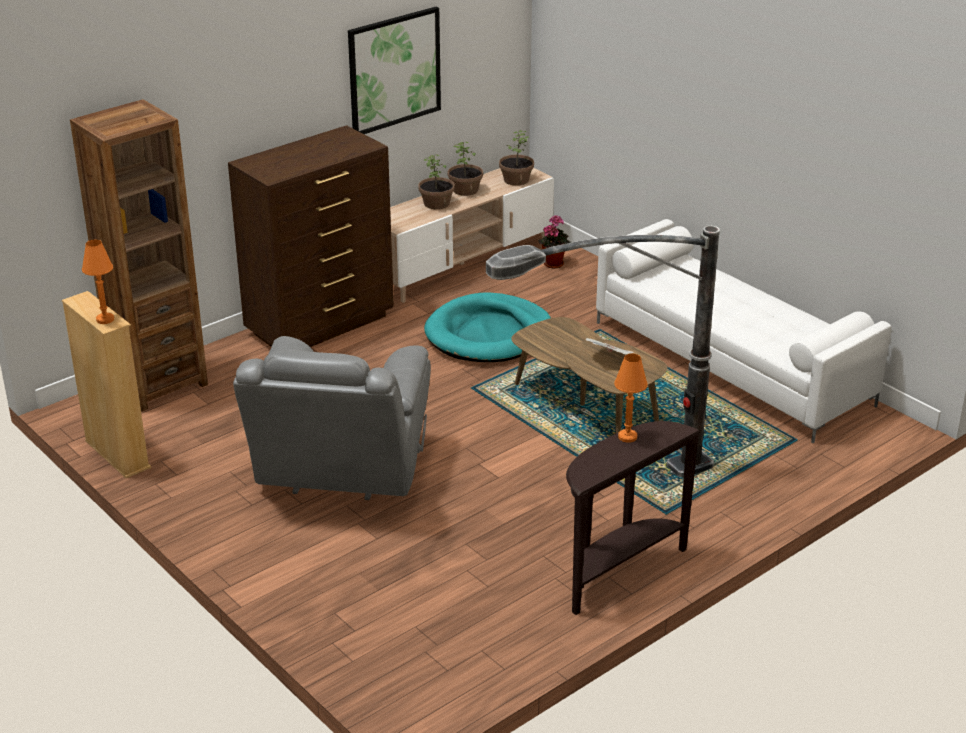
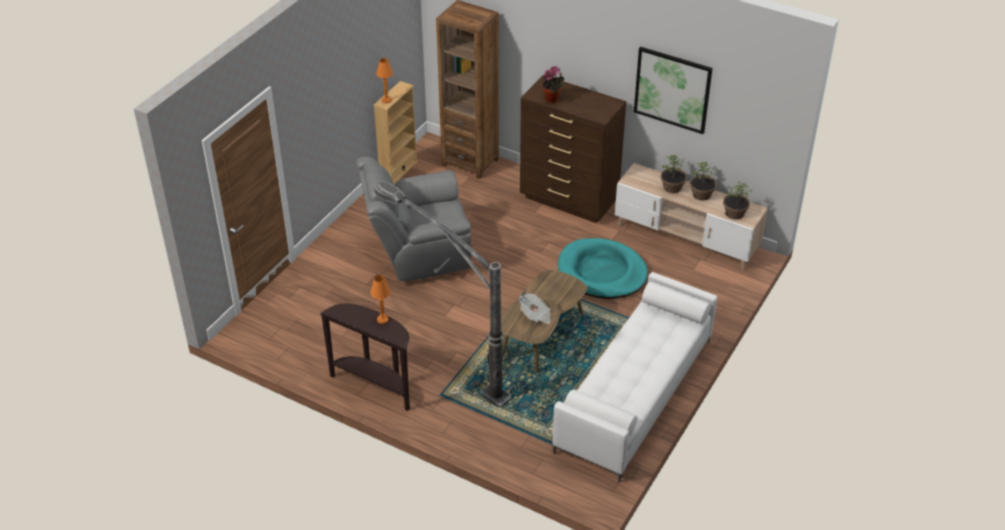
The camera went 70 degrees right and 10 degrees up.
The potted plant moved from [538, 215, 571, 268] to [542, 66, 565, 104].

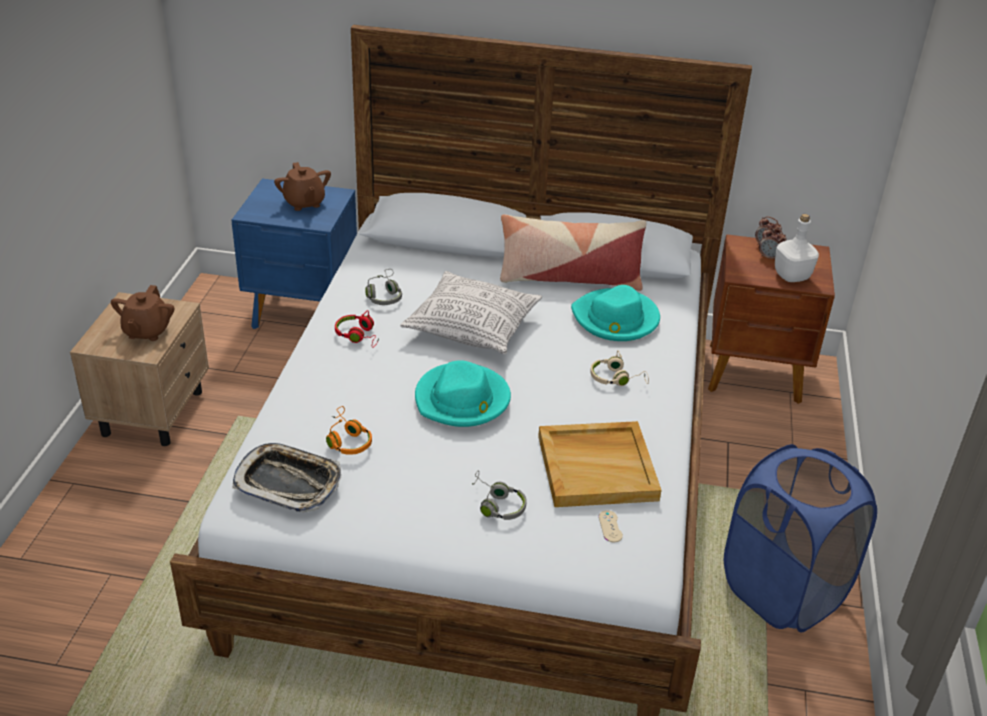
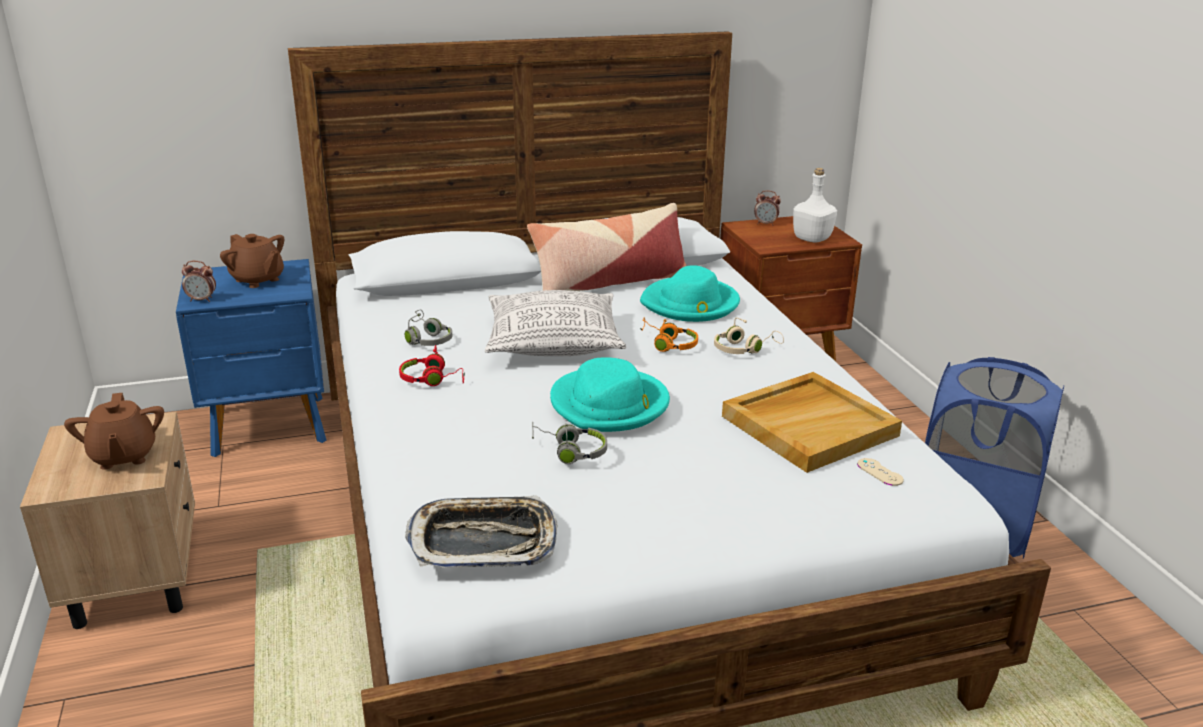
The camera went 25 degrees left and 10 degrees down.
The alarm clock moved from [759, 228, 786, 260] to [182, 261, 216, 302].
The orange headphones moved from [326, 406, 372, 455] to [641, 317, 698, 352].
The grey headphones moved from [472, 470, 527, 520] to [532, 422, 607, 464].

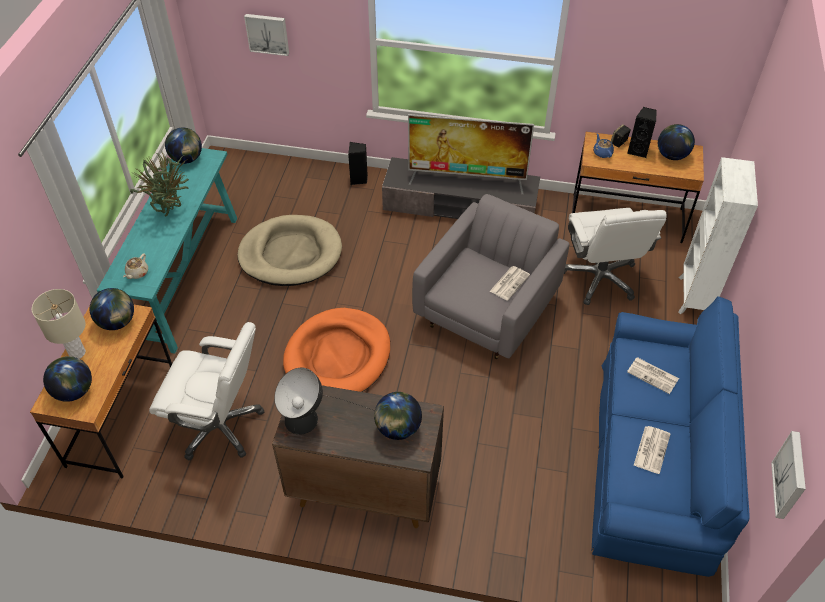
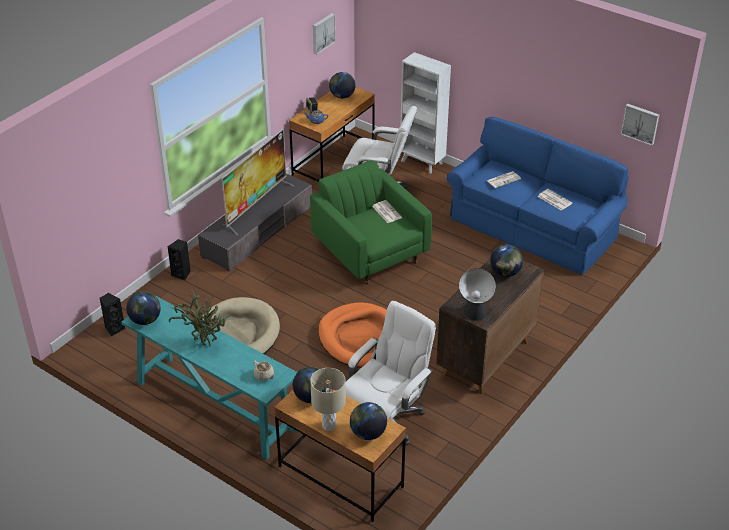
The camera went 65 degrees left and 10 degrees down.
The picture moved from [244, 14, 289, 56] to [313, 13, 336, 55].
The black speaker moved from [627, 107, 657, 158] to [100, 293, 126, 337].
The grey armchair at [412, 194, 570, 359] became the green armchair at [310, 160, 432, 284].

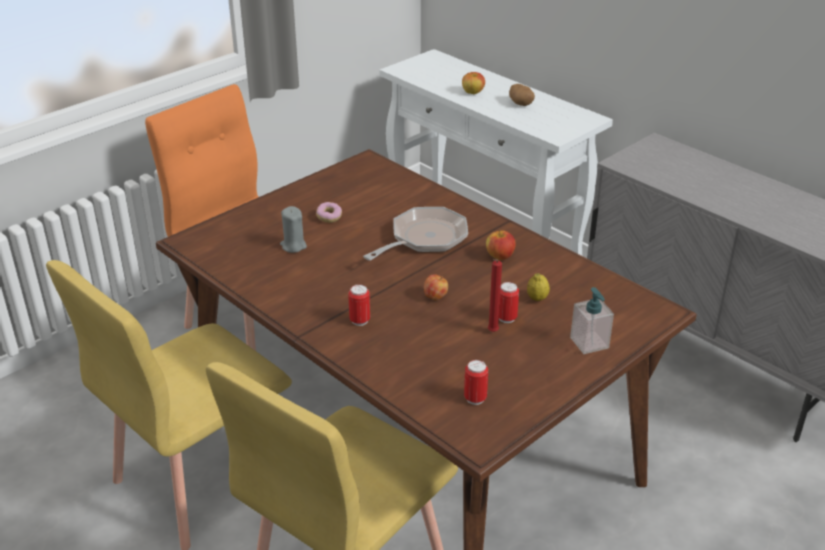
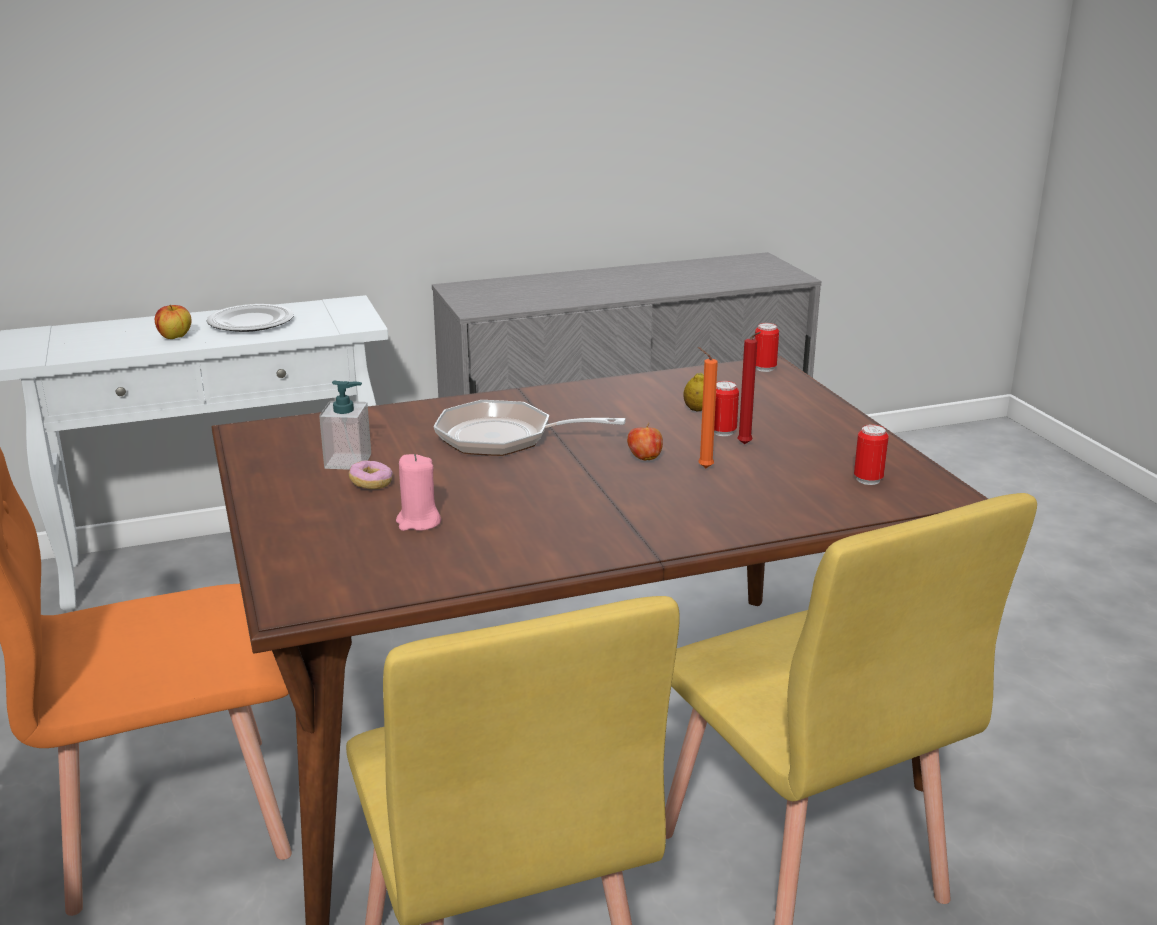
The camera went 65 degrees left and 10 degrees down.
The potato at [509, 84, 535, 106] was replaced by the plate at [207, 304, 294, 332].
The grey candle at [280, 206, 307, 253] became the pink candle at [396, 454, 441, 531].
The frying pan at [363, 207, 468, 260] turned 60 degrees counterclockwise.
The apple at [486, 230, 516, 260] disappeared.
The can moved from [348, 284, 370, 326] to [755, 323, 779, 372].
The soap dispenser moved from [570, 287, 614, 354] to [319, 381, 371, 470].
The orange candle at [698, 347, 718, 468] appeared.

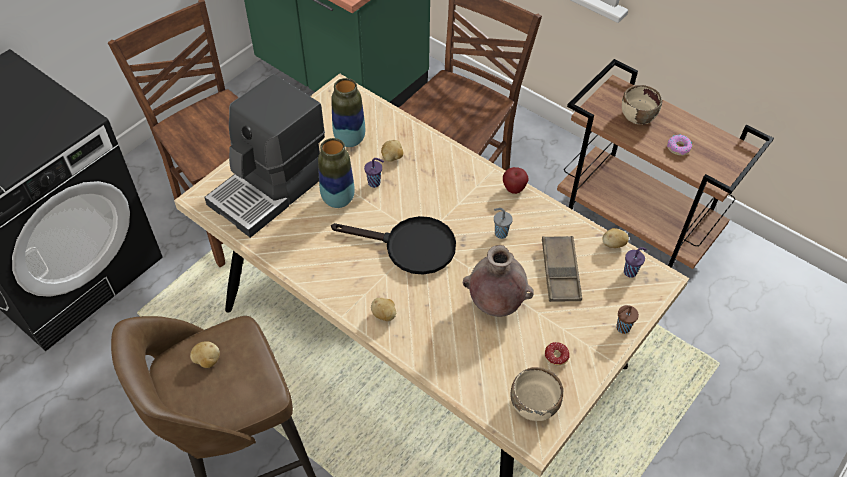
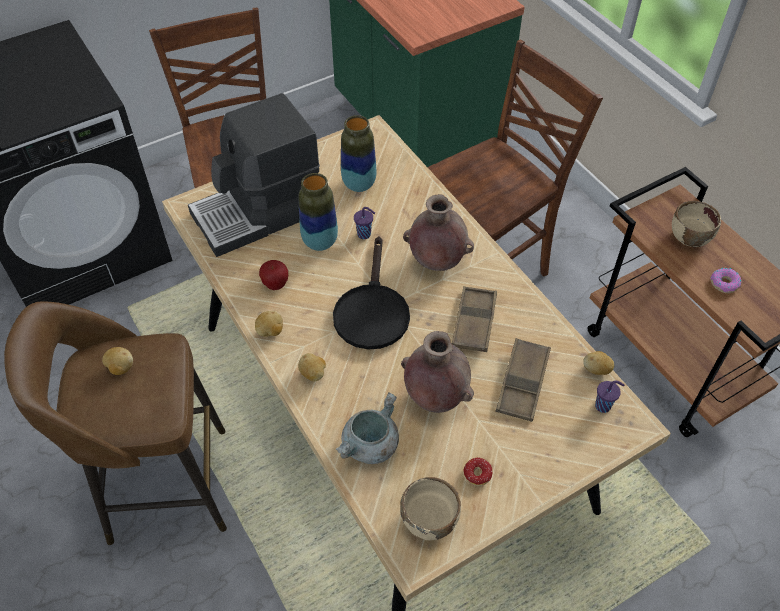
The camera went 20 degrees right and 0 degrees up.
The potato moved from [381, 140, 403, 162] to [255, 311, 283, 337].
The apple moved from [503, 167, 528, 194] to [259, 260, 288, 290].
The grey cup at [494, 208, 513, 239] was replaced by the brown tray at [452, 286, 497, 352].
The black frying pan at [331, 216, 456, 275] turned 60 degrees clockwise.
The brown cup at [616, 305, 639, 334] disappeared.
The brown vase at [403, 194, 474, 271] appeared.
The grey cooking pot at [336, 392, 399, 464] appeared.

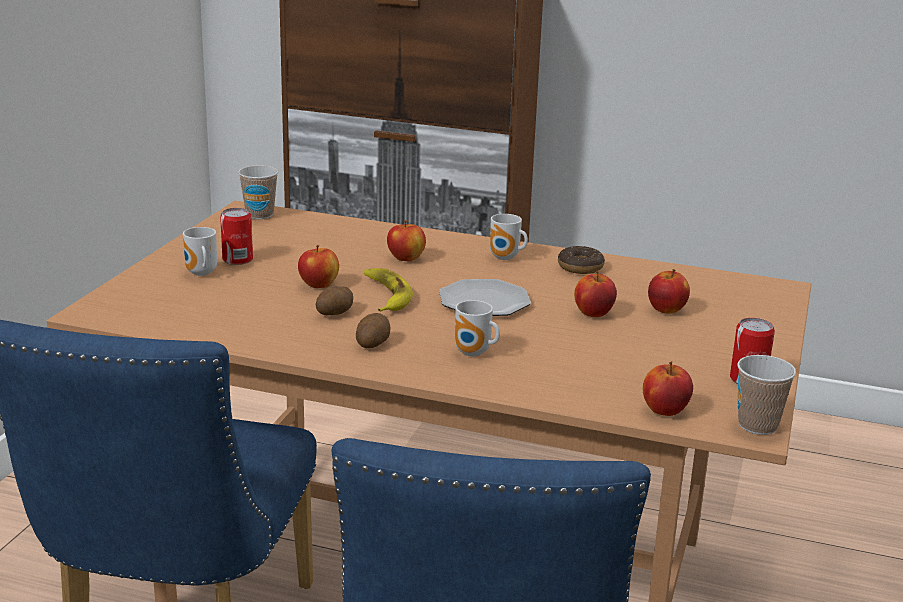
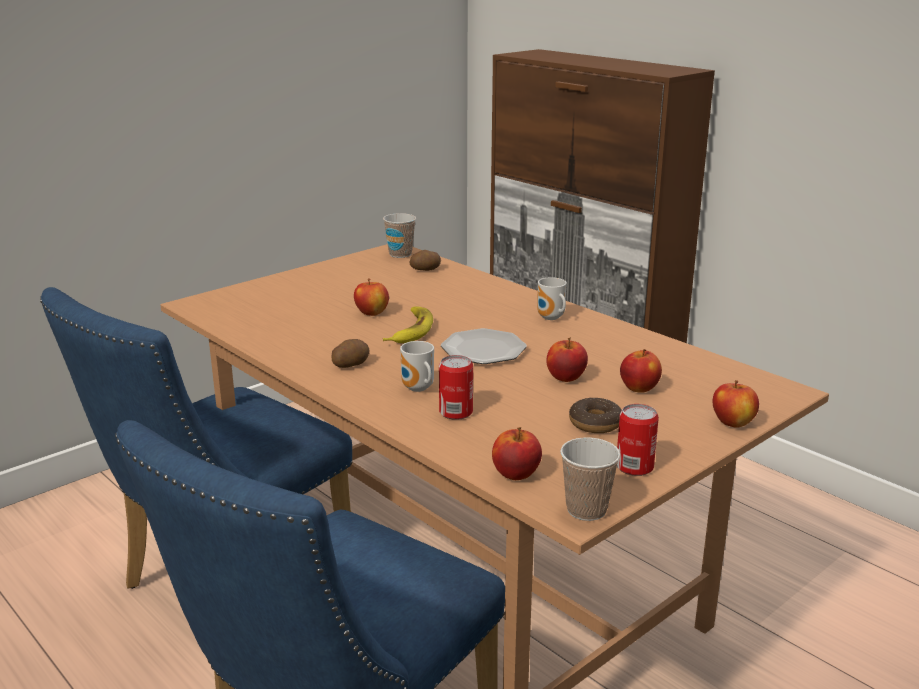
The camera went 30 degrees right and 0 degrees up.
The can moved from [220, 208, 253, 265] to [439, 355, 473, 420].
The apple moved from [387, 220, 426, 261] to [713, 380, 759, 428].
The mug at [183, 227, 217, 276] disappeared.
The donut moved from [558, 246, 605, 274] to [569, 398, 622, 433].
The potato moved from [316, 286, 353, 315] to [409, 250, 441, 271].

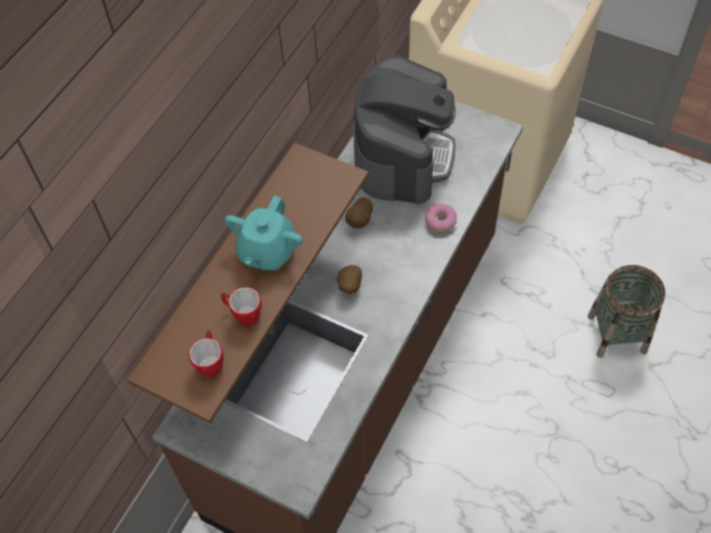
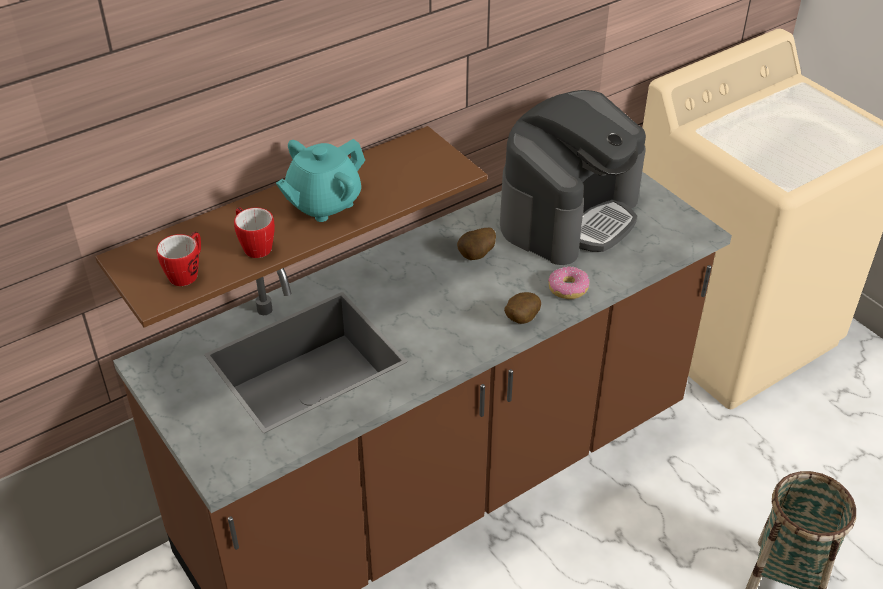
The camera went 25 degrees right and 15 degrees down.
The potato moved from [337, 265, 362, 294] to [504, 292, 541, 324].

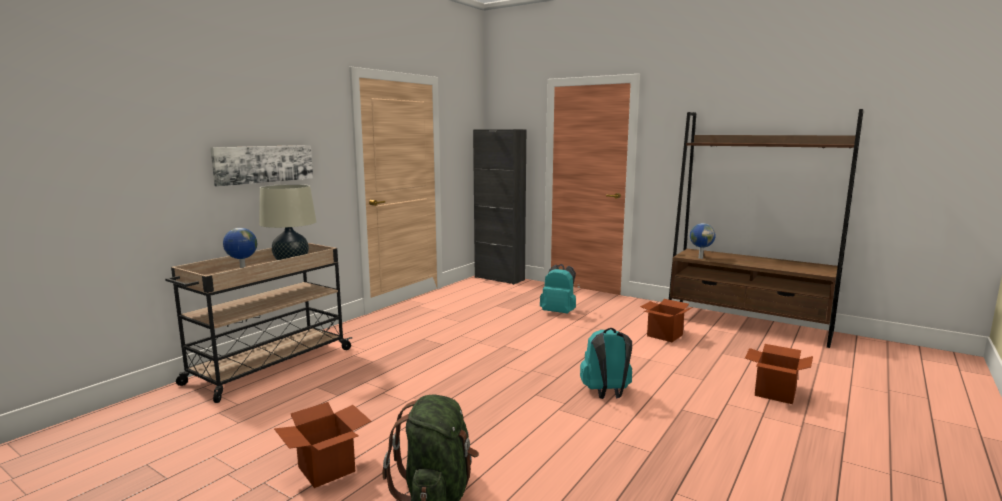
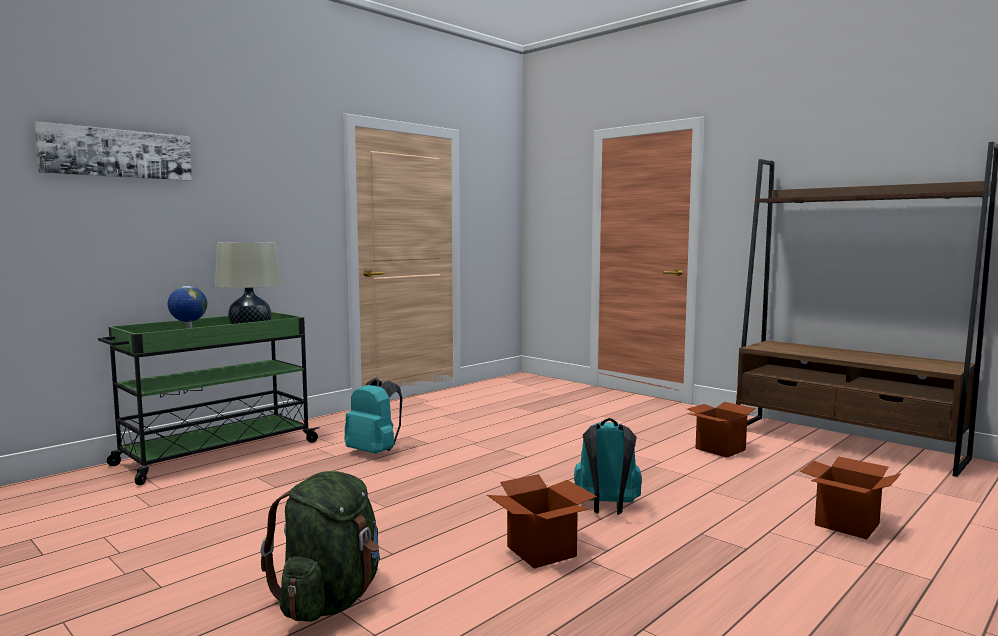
The camera went 10 degrees right and 5 degrees down.
The black cabinet at [473, 129, 526, 285] disappeared.
The picture moved from [210, 145, 313, 187] to [34, 121, 192, 181].
The globe at [690, 223, 716, 259] disappeared.
The beige cart at [165, 243, 352, 403] became the green cart at [98, 312, 320, 485].
The turquoise backpack moved from [540, 264, 576, 314] to [344, 378, 403, 454].
The cardboard box moved from [274, 402, 371, 488] to [487, 474, 597, 569].

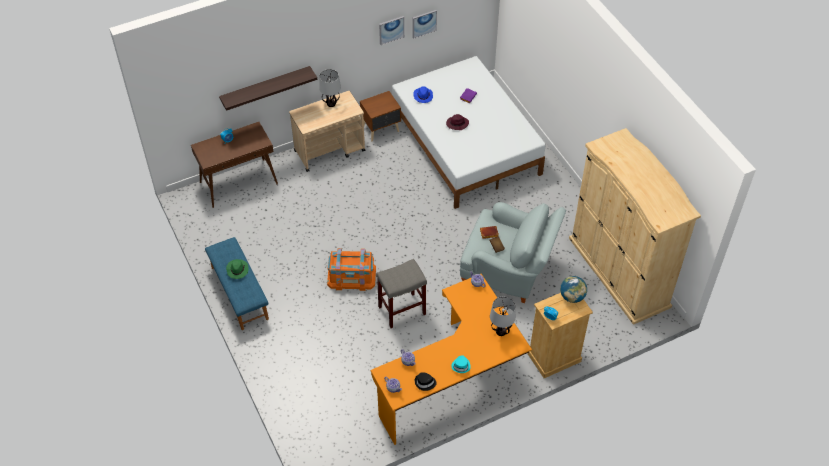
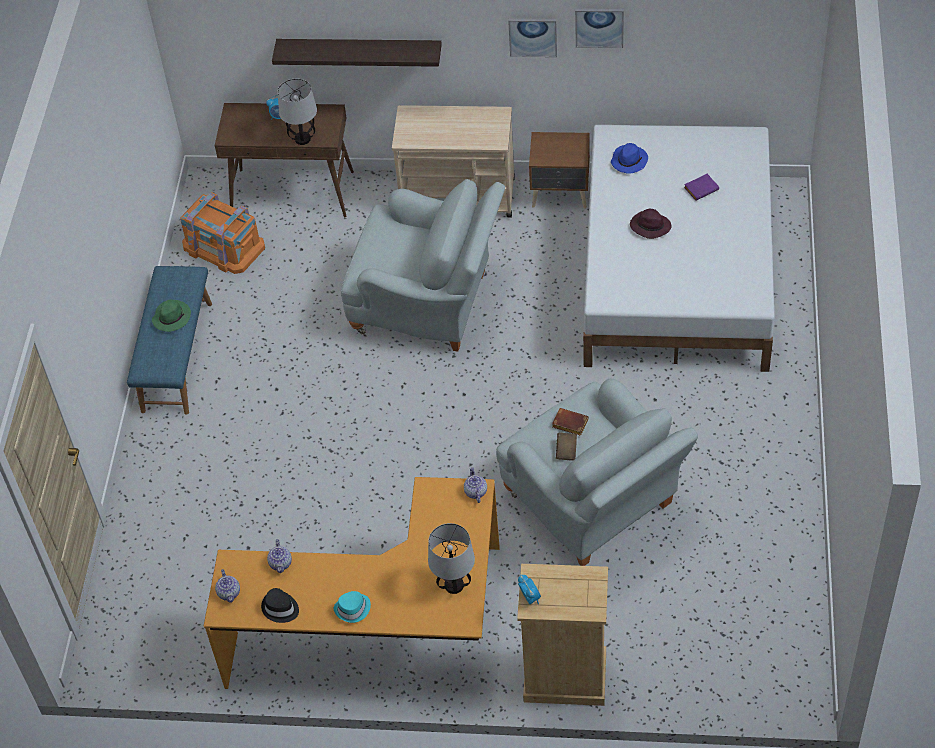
The camera went 35 degrees right and 0 degrees up.
The picture moved from [412, 10, 437, 39] to [508, 19, 557, 57].
The table lamp moved from [319, 69, 341, 107] to [278, 79, 317, 145].
The beige wardrobe at [569, 128, 701, 325] disappeared.
The orange storage box moved from [327, 248, 376, 291] to [180, 192, 265, 274].
The grey stool at [376, 259, 427, 328] disappeared.
The globe at [560, 276, 587, 303] disappeared.
The grey armchair at [341, 179, 505, 352] appeared.

